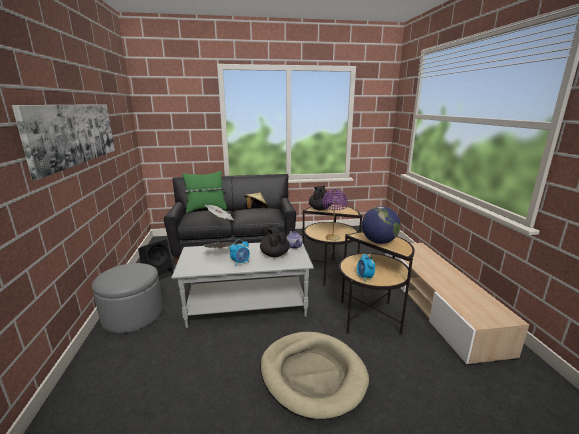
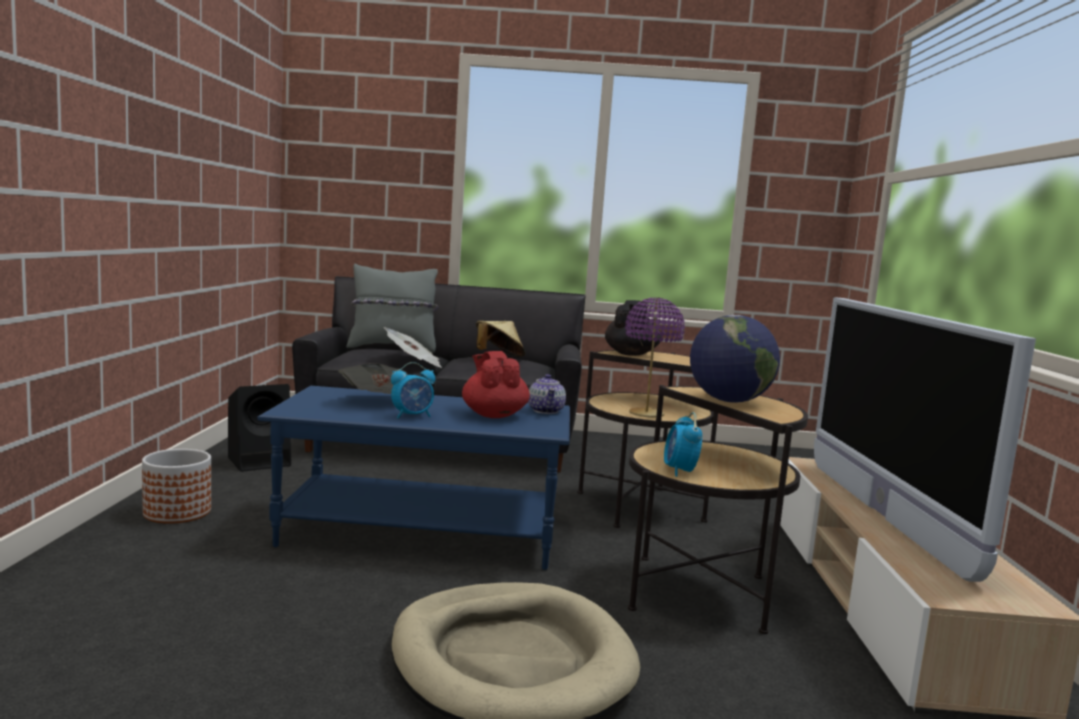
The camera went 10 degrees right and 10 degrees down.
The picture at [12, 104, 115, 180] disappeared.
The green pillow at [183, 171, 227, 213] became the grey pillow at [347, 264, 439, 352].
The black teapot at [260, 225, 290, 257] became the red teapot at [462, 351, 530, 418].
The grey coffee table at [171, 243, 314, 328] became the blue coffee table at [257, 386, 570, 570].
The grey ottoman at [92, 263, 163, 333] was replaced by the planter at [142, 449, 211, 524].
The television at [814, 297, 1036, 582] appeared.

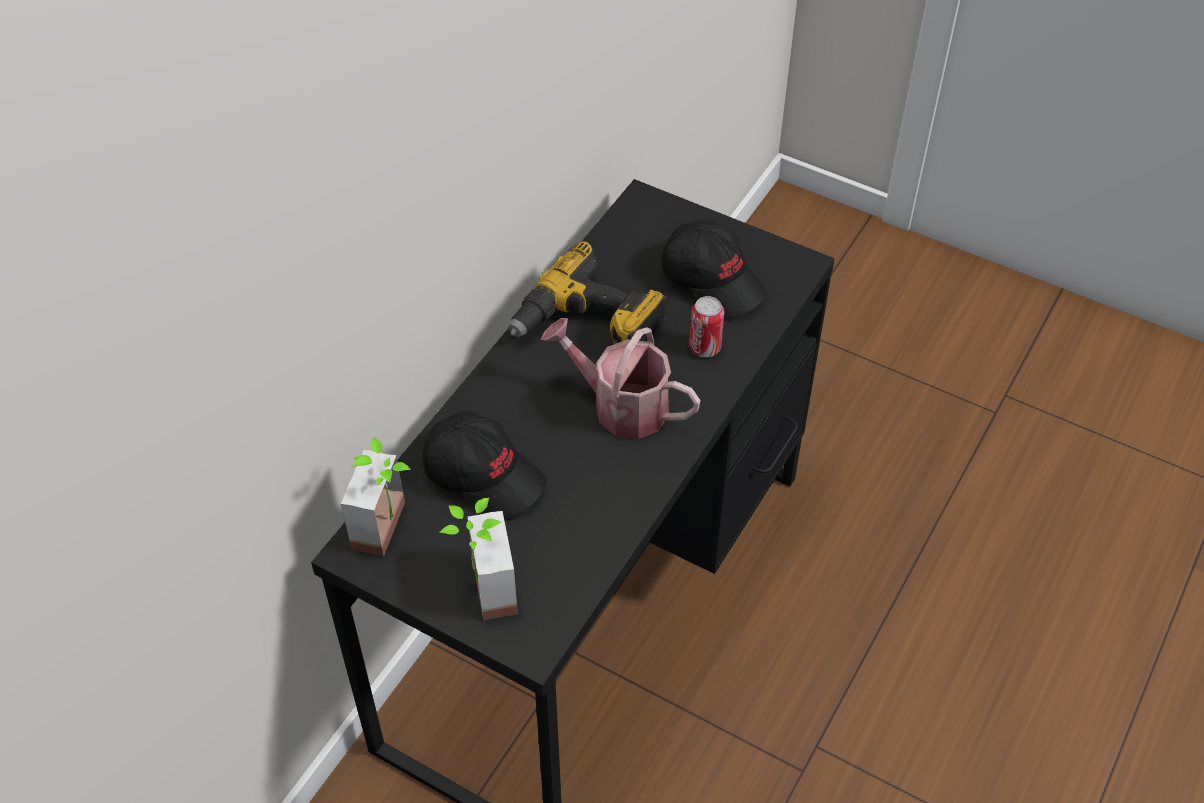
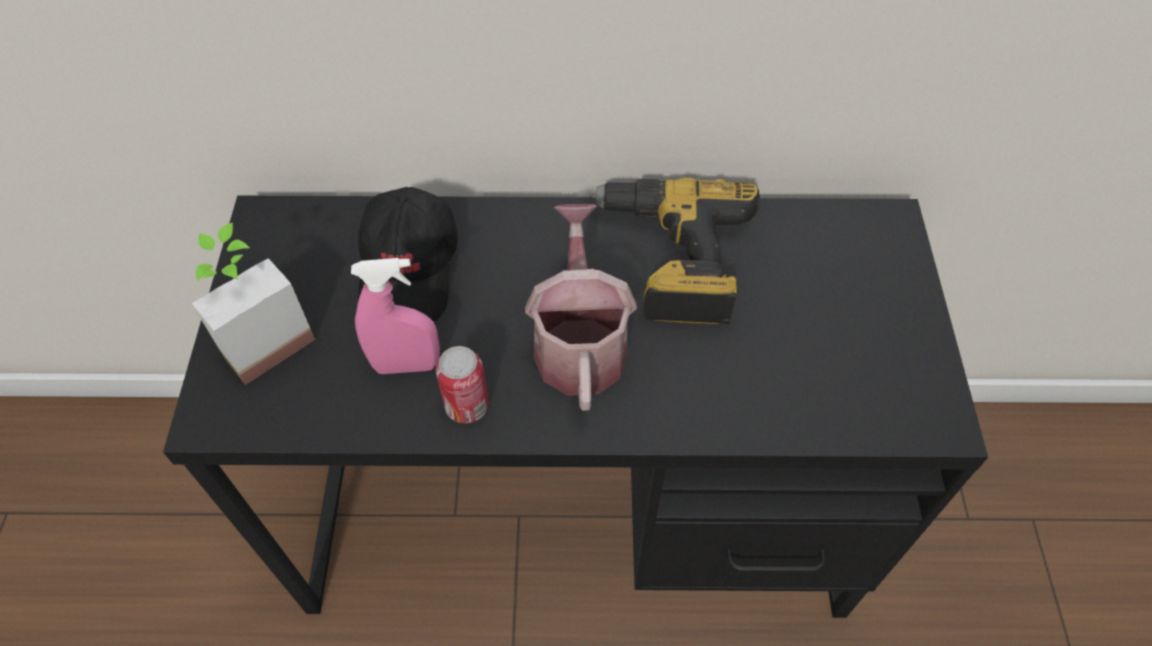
The camera went 60 degrees right and 5 degrees up.
The black cap at [662, 219, 767, 320] disappeared.
The can moved from [689, 296, 724, 357] to [436, 346, 489, 423].
The potted plant at [341, 438, 411, 557] disappeared.
The pink spray bottle at [351, 258, 440, 374] appeared.

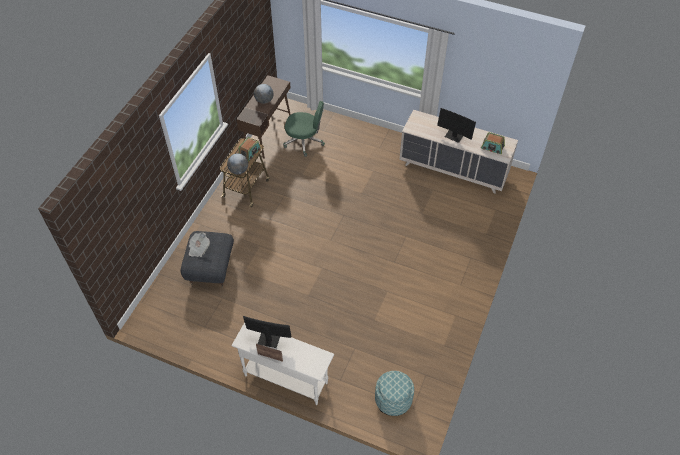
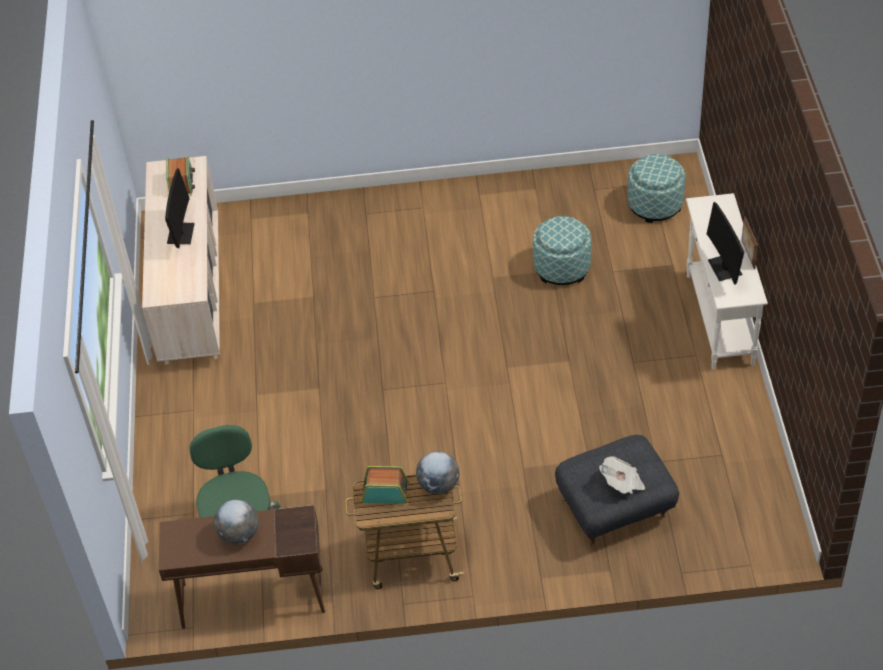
The camera went 115 degrees left and 5 degrees down.
The ottoman at [533, 216, 591, 285] appeared.

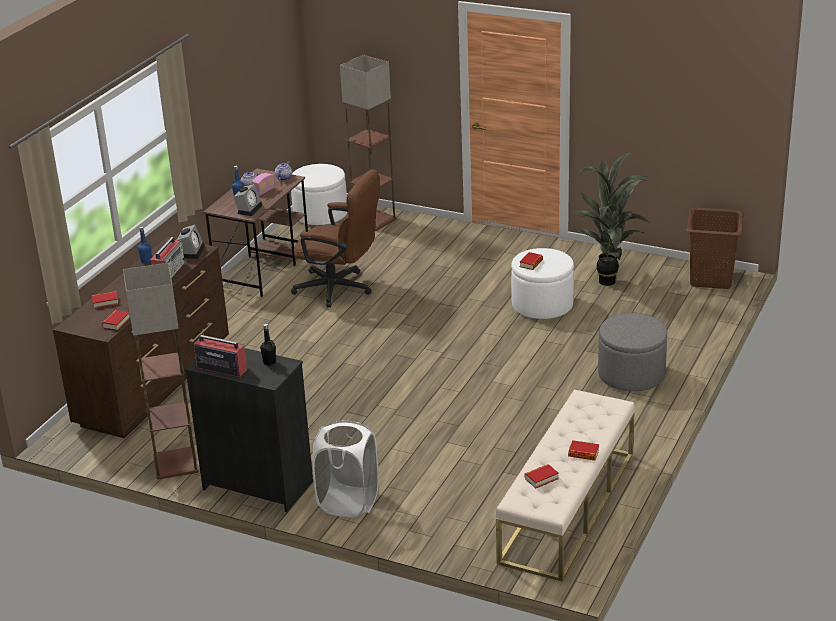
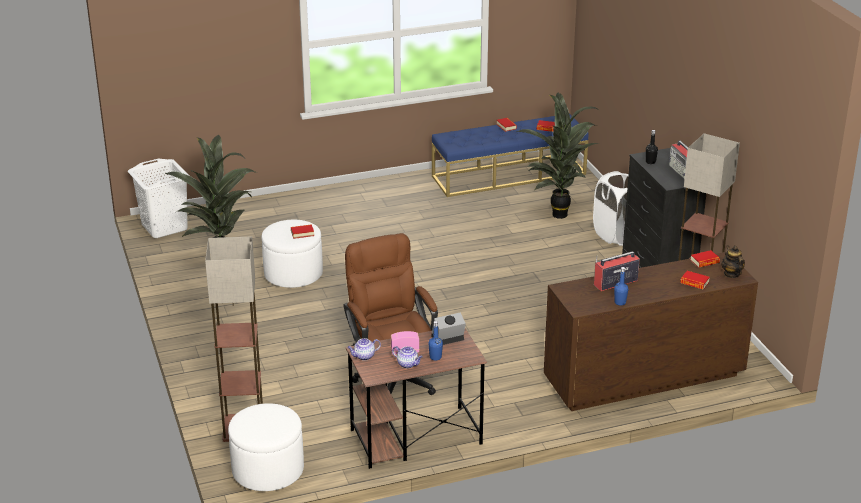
The camera went 135 degrees left and 0 degrees up.
The brown laundry basket at [686, 207, 744, 289] became the white laundry basket at [128, 158, 189, 238].
The alarm clock at [177, 225, 205, 259] disappeared.
The grey ottoman at [598, 313, 667, 391] disappeared.
The beige bench at [496, 390, 635, 581] became the blue bench at [432, 114, 589, 197].
The potted plant at [516, 93, 601, 219] appeared.
The teapot at [721, 245, 745, 278] appeared.

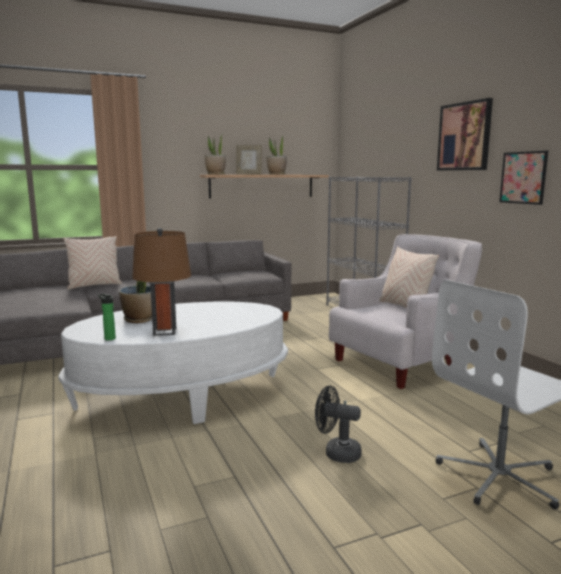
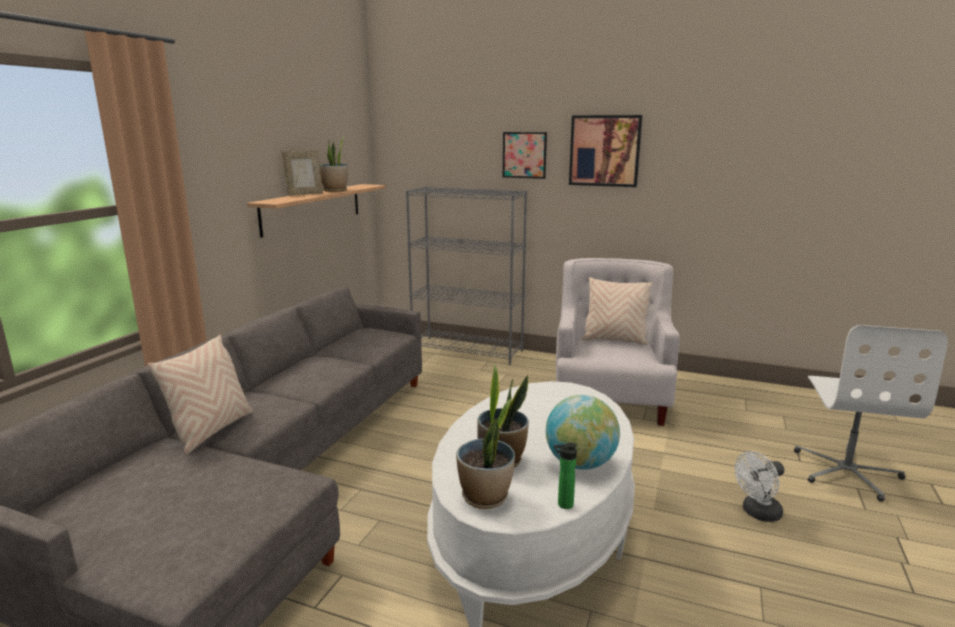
The camera went 45 degrees left and 5 degrees up.
The potted plant moved from [204, 133, 226, 175] to [456, 398, 515, 509].
The picture moved from [499, 151, 548, 205] to [503, 132, 547, 179].
The brown table lamp at [132, 228, 191, 336] was replaced by the globe at [546, 395, 620, 469].
The black fan at [315, 386, 362, 463] became the white fan at [735, 451, 784, 522].

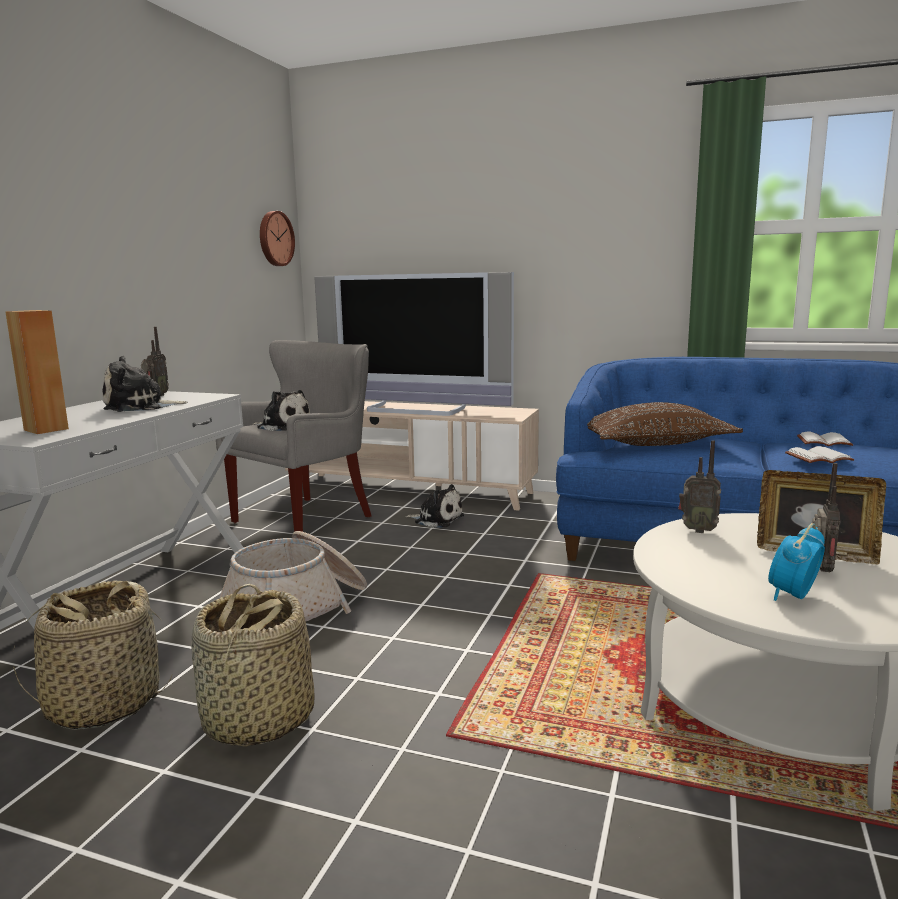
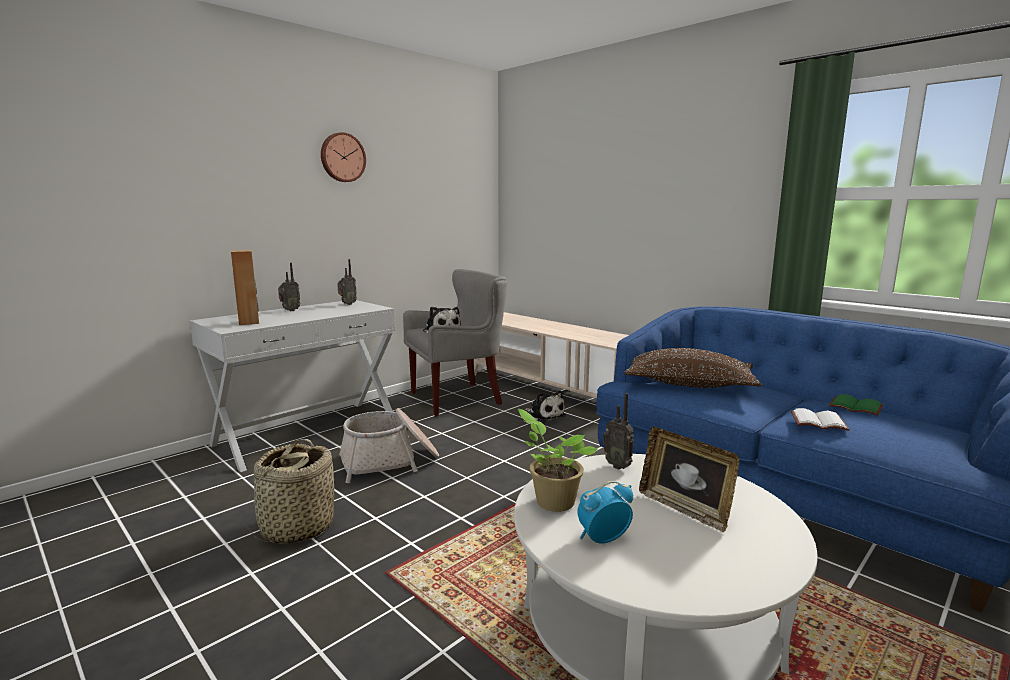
The camera went 25 degrees right and 0 degrees up.
The wall clock moved from [260, 211, 295, 266] to [321, 132, 366, 182].
The television at [314, 272, 514, 416] disappeared.
The plush toy at [103, 356, 188, 412] disappeared.
The white book at [797, 432, 853, 446] became the green book at [829, 394, 883, 416].
The radio moved from [811, 463, 840, 572] to [278, 263, 301, 311].
The basket at [13, 581, 173, 730] disappeared.
The potted plant at [518, 409, 598, 512] appeared.

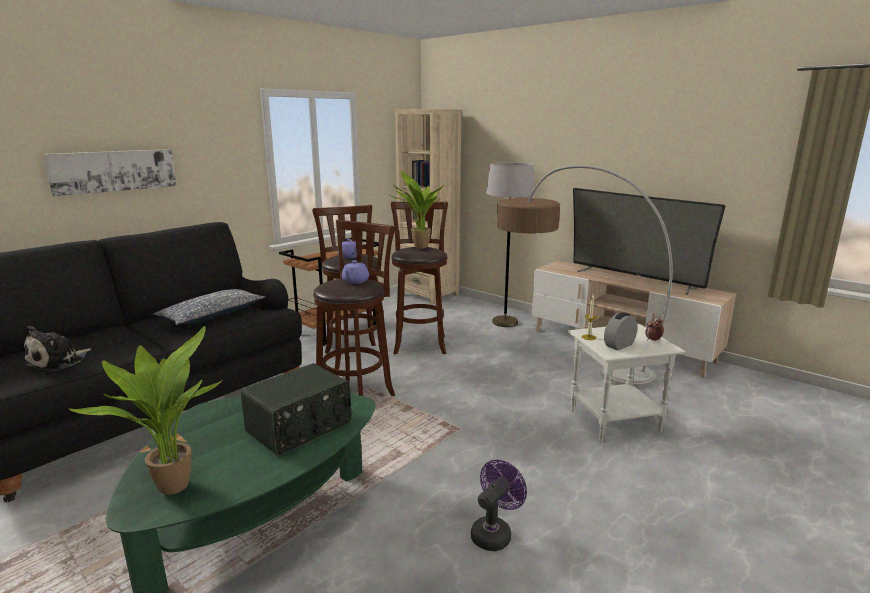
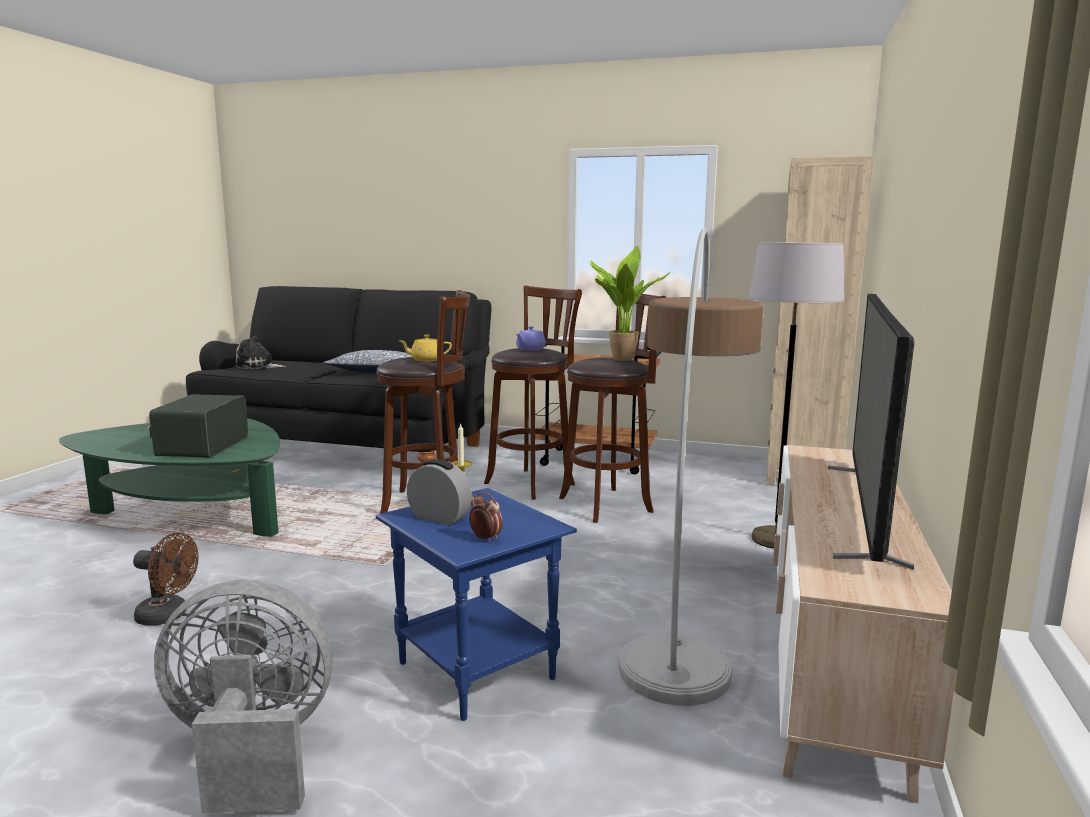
The camera went 65 degrees right and 5 degrees down.
The picture at [43, 149, 177, 197] disappeared.
The purple teapot at [342, 260, 369, 284] became the yellow teapot at [400, 334, 452, 362].
The white side table at [568, 324, 686, 442] became the blue side table at [376, 488, 577, 721].
The potted plant at [69, 326, 221, 495] disappeared.
The radio at [241, 363, 352, 456] turned 75 degrees clockwise.
The purple fan at [471, 460, 527, 551] became the brown fan at [133, 532, 199, 626].
The grey fan at [154, 579, 333, 813] appeared.

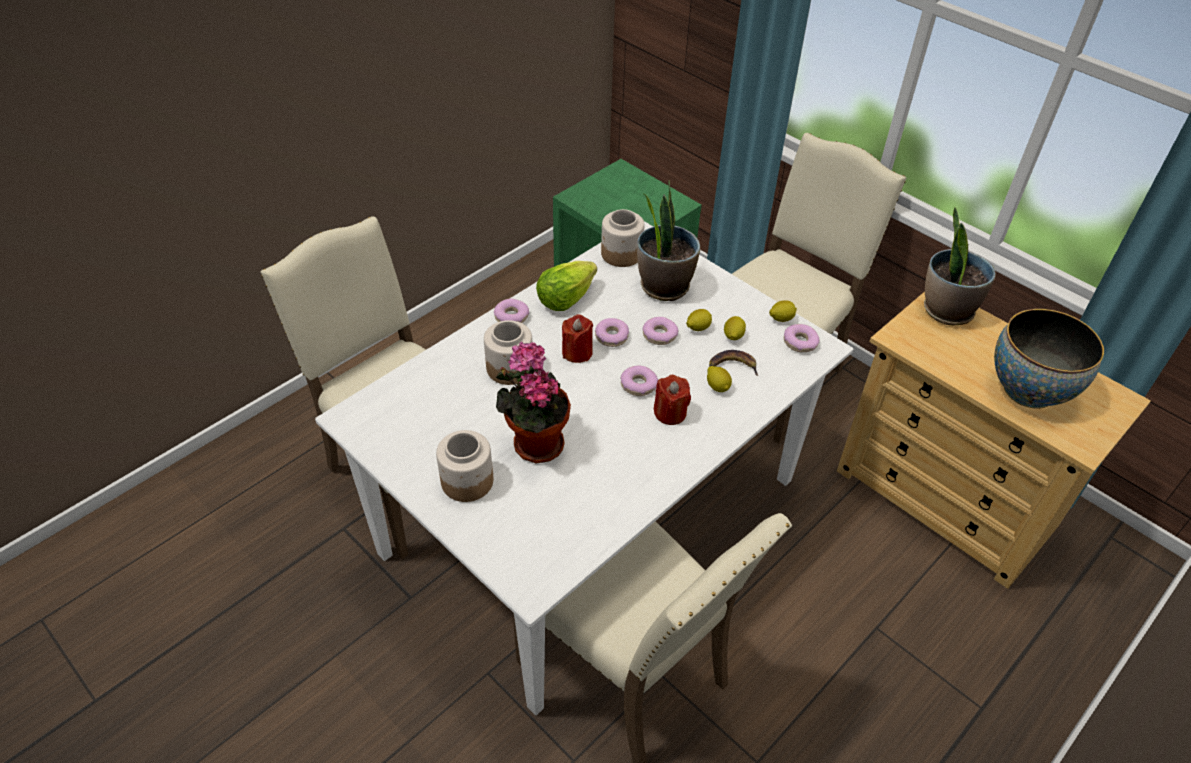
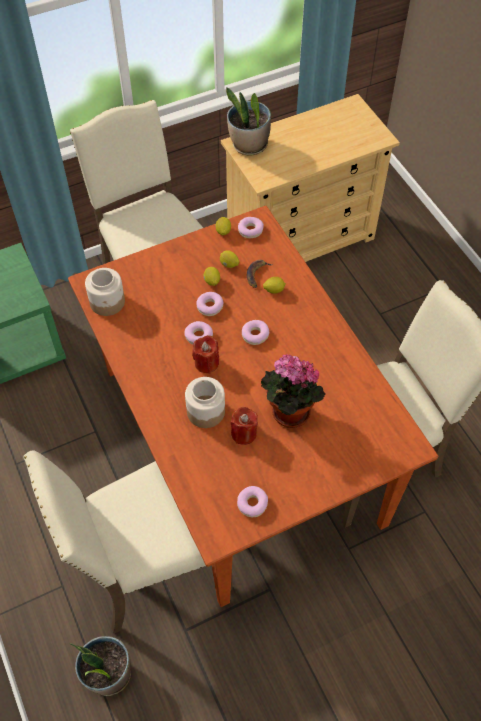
The camera went 70 degrees left and 10 degrees up.
The potted plant moved from [637, 180, 700, 301] to [69, 636, 131, 696].
The white dining table at [315, 221, 853, 715] became the brown dining table at [68, 206, 438, 607].
The lettuce at [536, 261, 597, 311] disappeared.
The donut moved from [494, 299, 529, 323] to [237, 486, 268, 517].
The bowl at [994, 309, 1104, 409] disappeared.
The red candle moved from [654, 375, 691, 425] to [231, 407, 258, 445].
The jar at [436, 430, 493, 502] disappeared.

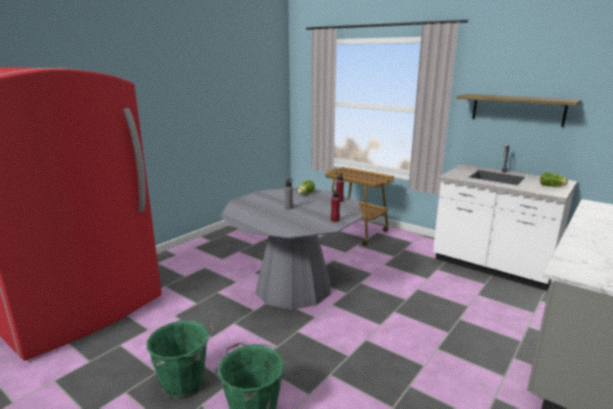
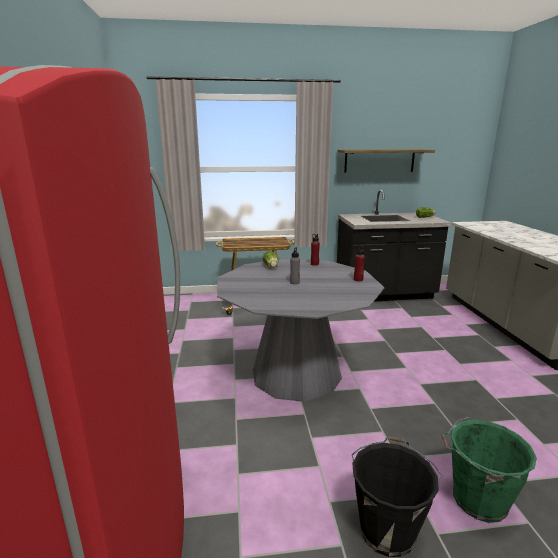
The camera went 45 degrees left and 0 degrees up.
The white counter at [433, 144, 577, 291] became the black counter at [337, 190, 452, 301].
The green bucket at [146, 320, 215, 399] became the black bucket at [352, 436, 443, 557].

